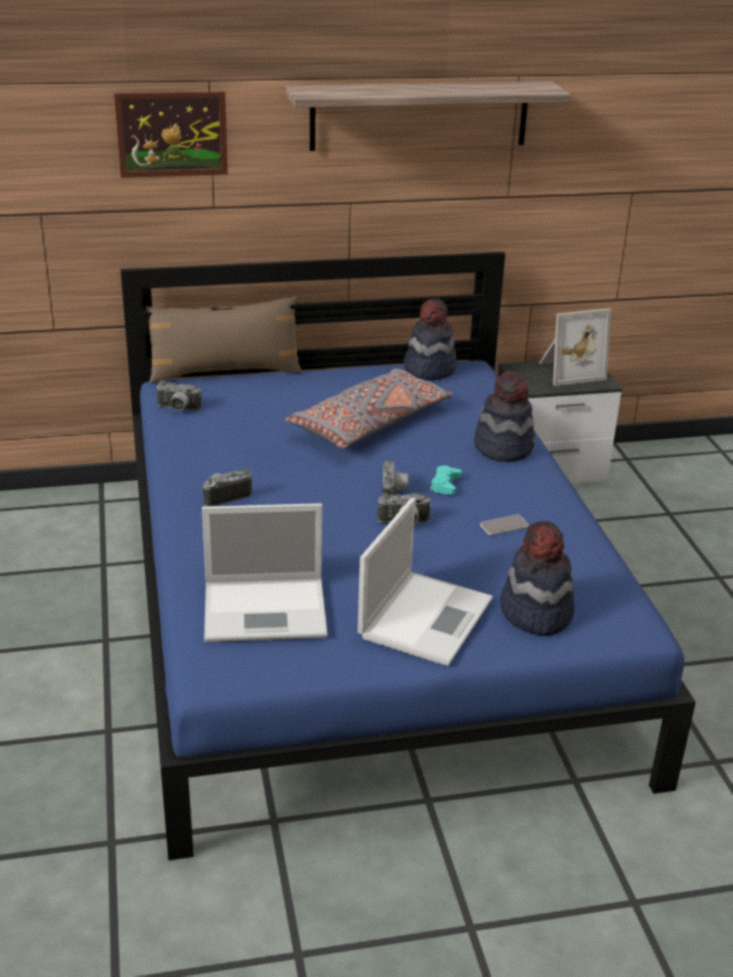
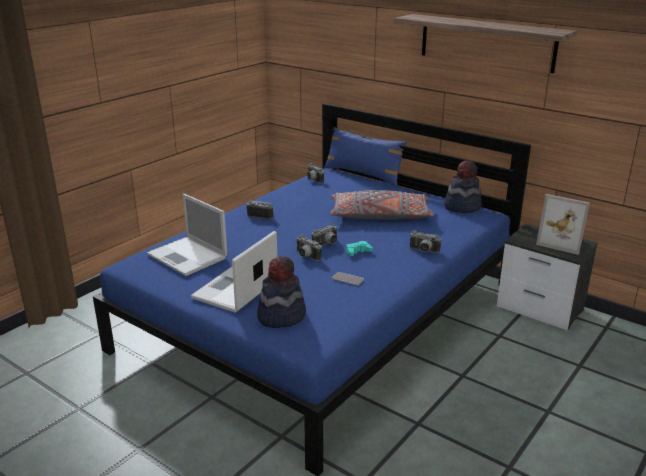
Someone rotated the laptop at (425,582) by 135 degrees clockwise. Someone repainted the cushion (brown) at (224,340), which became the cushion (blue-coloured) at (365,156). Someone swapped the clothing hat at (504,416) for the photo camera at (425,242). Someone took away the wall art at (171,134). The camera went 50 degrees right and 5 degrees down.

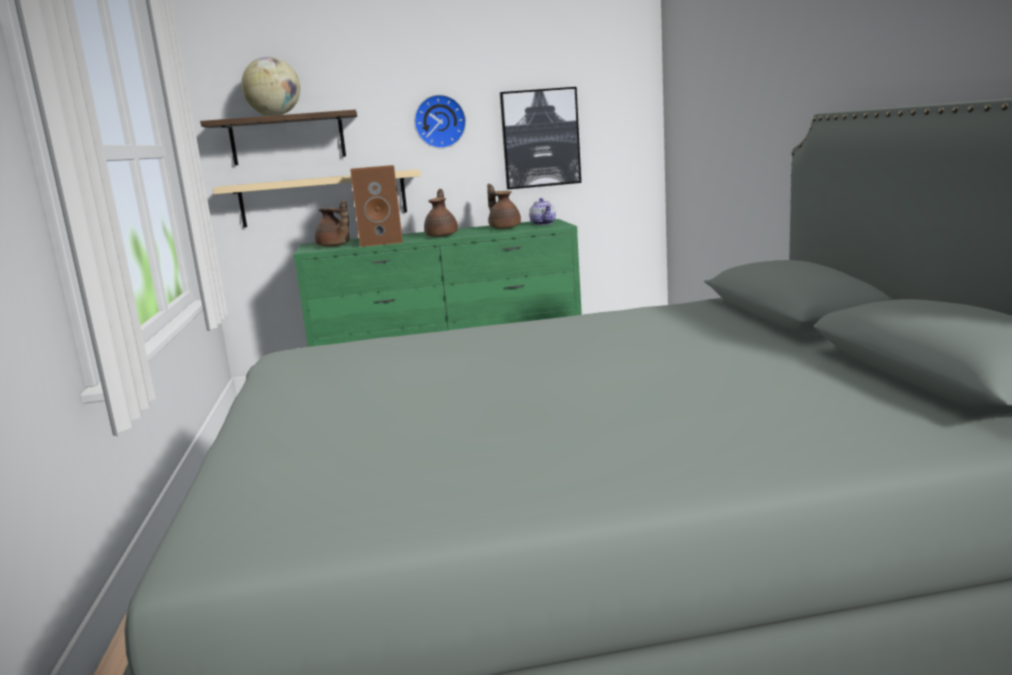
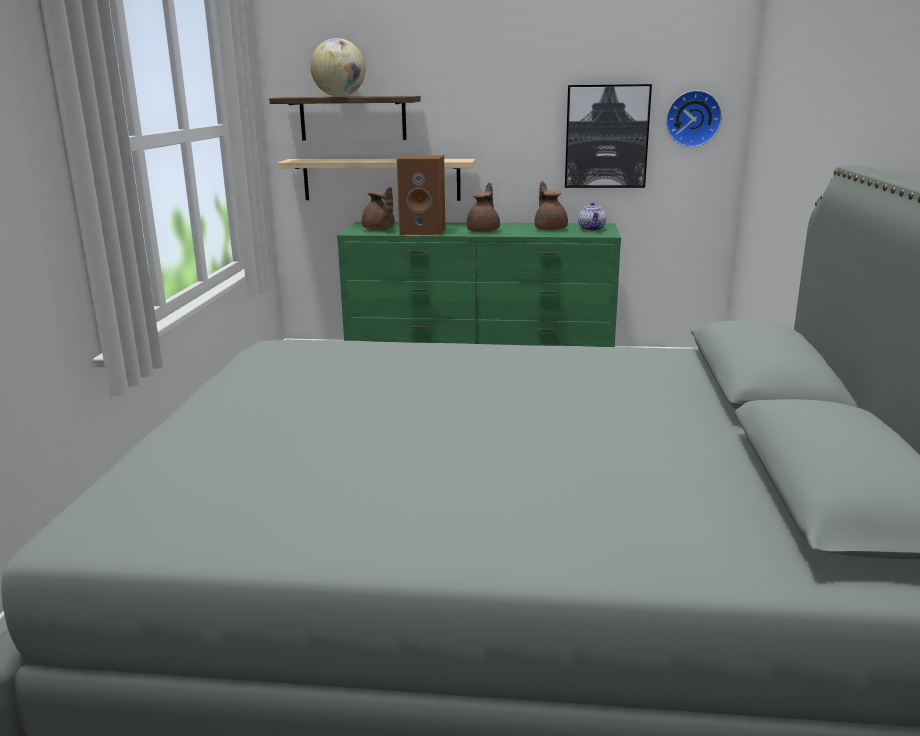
Someone carried the hanging clock from (440,121) to (694,118). The camera went 15 degrees right and 5 degrees up.

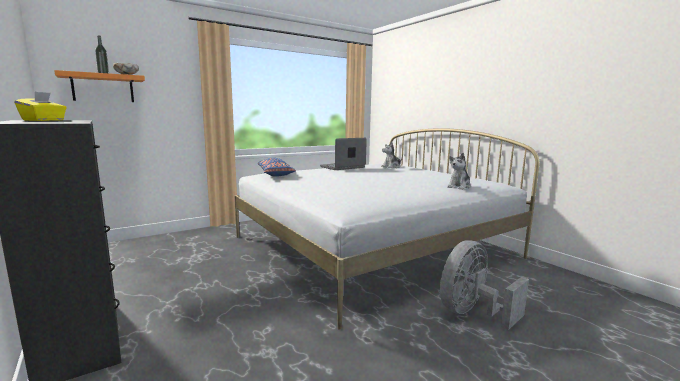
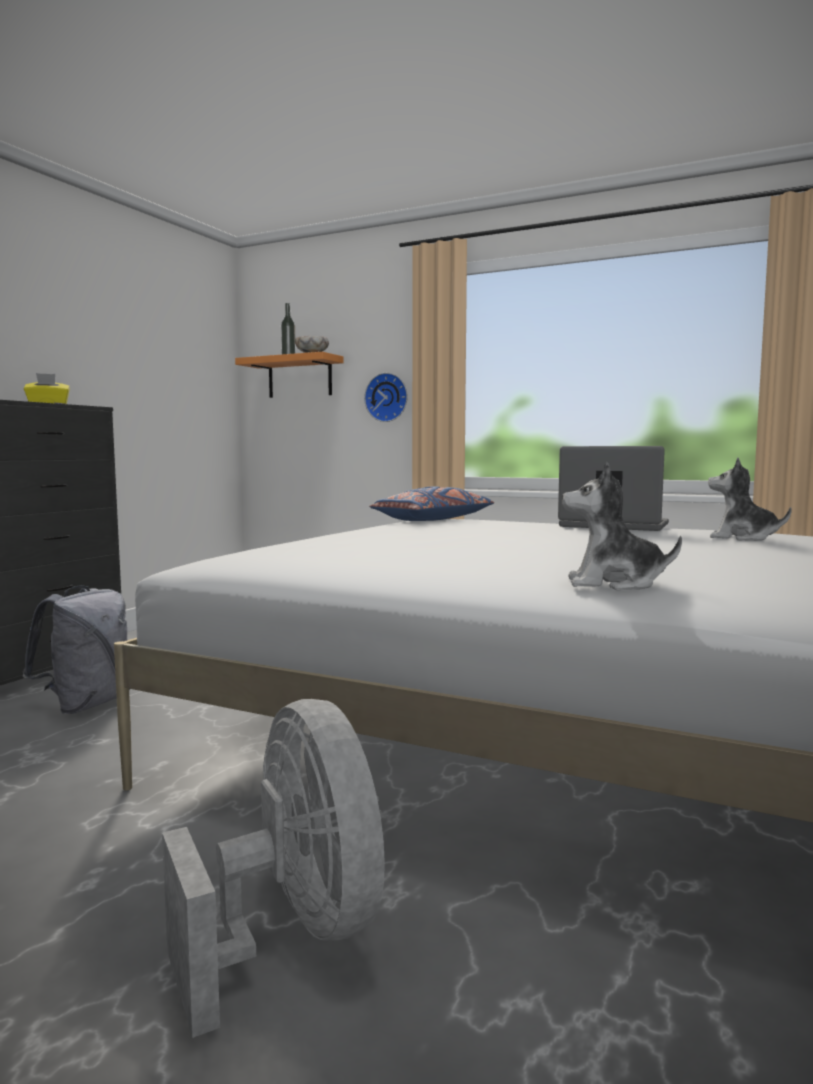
Someone put down the rucksack (greyish) at (76,649). Someone rotated the fan (greyish) at (484,285) by 45 degrees clockwise. Someone put up the hanging clock at (385,397). The camera went 60 degrees right and 5 degrees down.

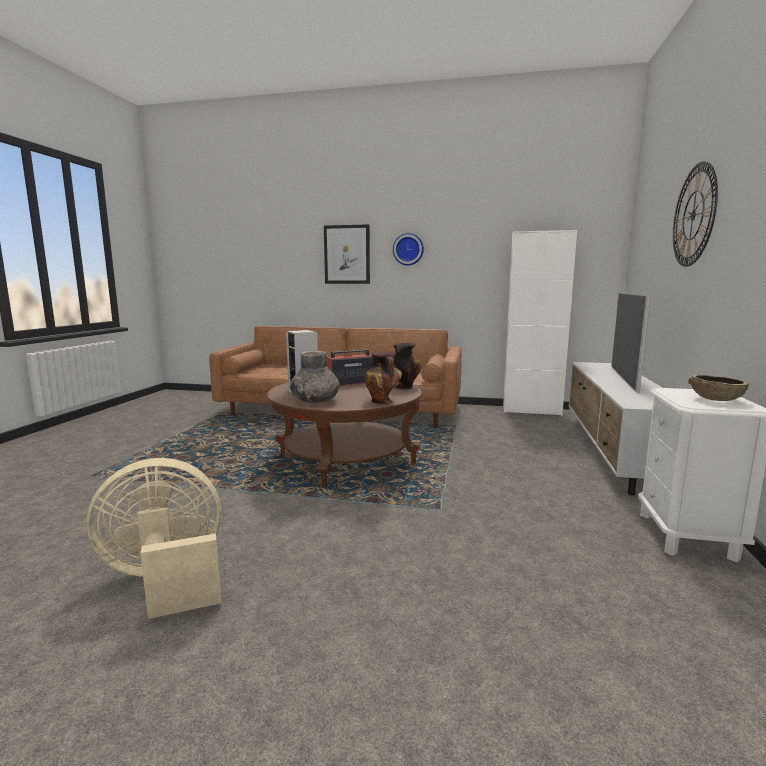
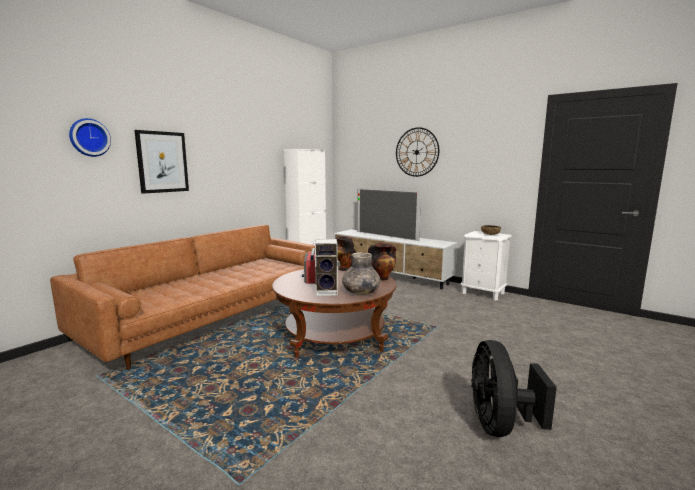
Someone carried the hanging clock from (408,249) to (90,137). Someone repainted the fan (beige) at (153,538), which became the fan (black-coloured) at (514,388). The camera went 65 degrees left and 0 degrees up.

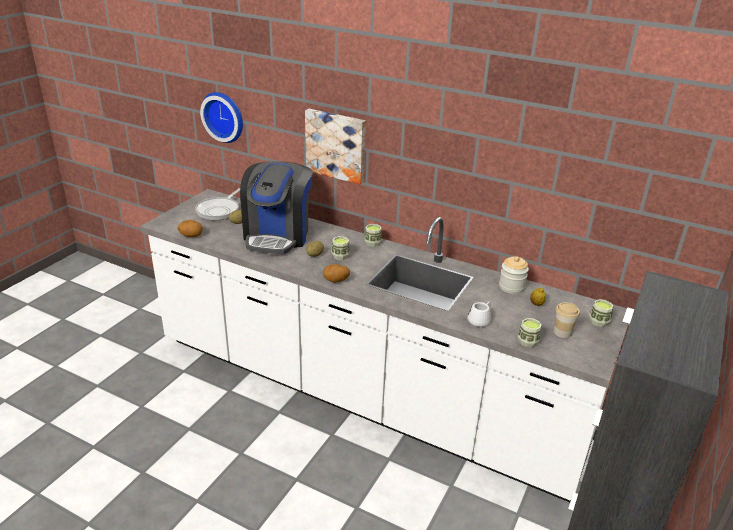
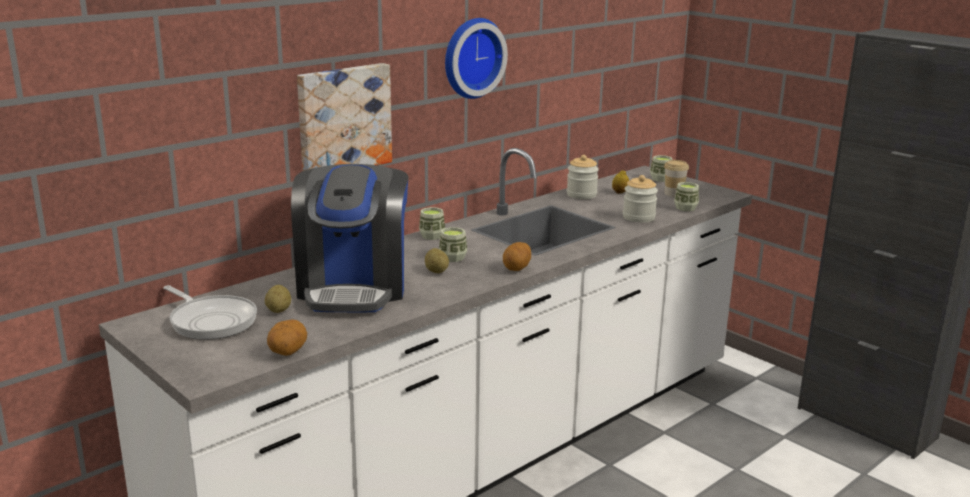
Someone rotated the coffee brewer at (276,207) by 60 degrees clockwise. Someone carried the hanging clock from (221,117) to (476,58). Someone swapped the tea mug (whitish) at (479,314) for the storage jar at (640,199). The camera went 70 degrees left and 10 degrees down.

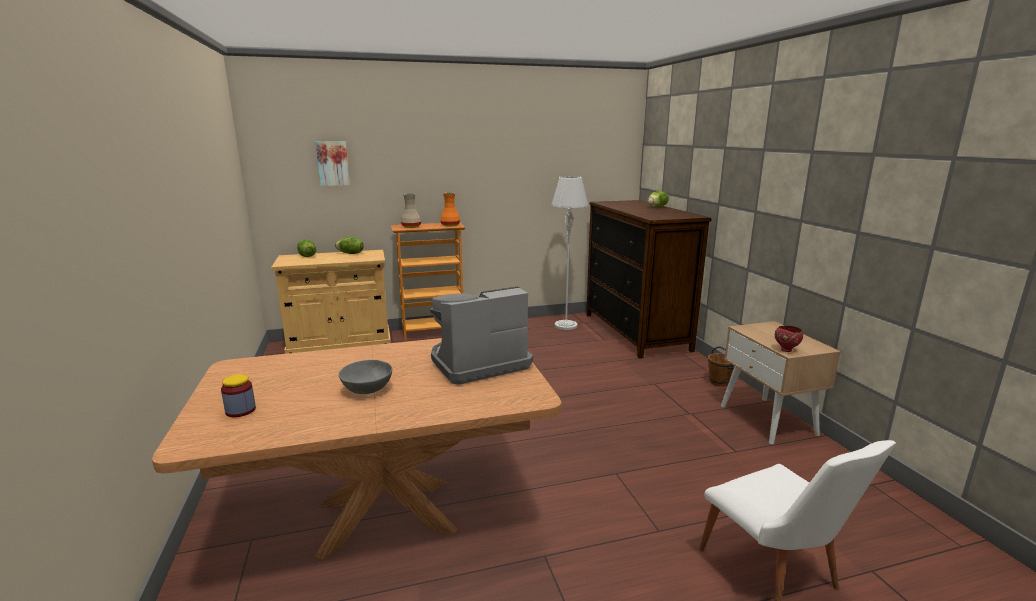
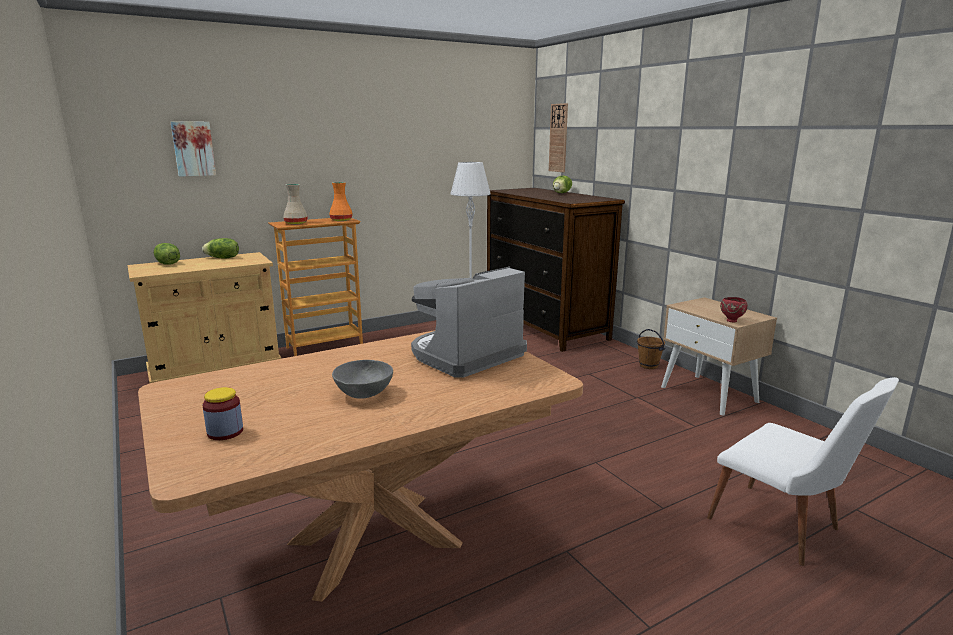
Someone put up the hanging clock at (558,137). The camera went 15 degrees left and 0 degrees up.

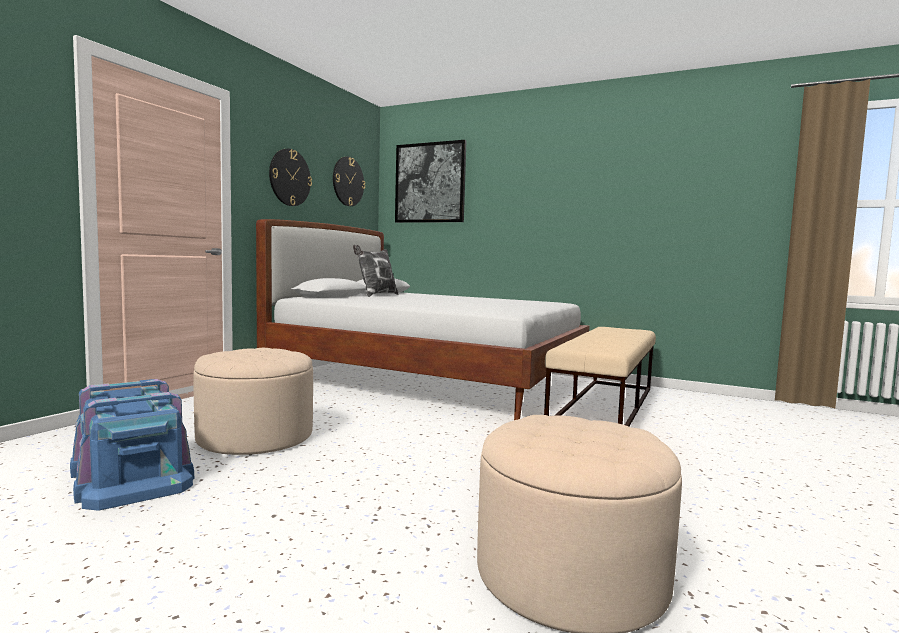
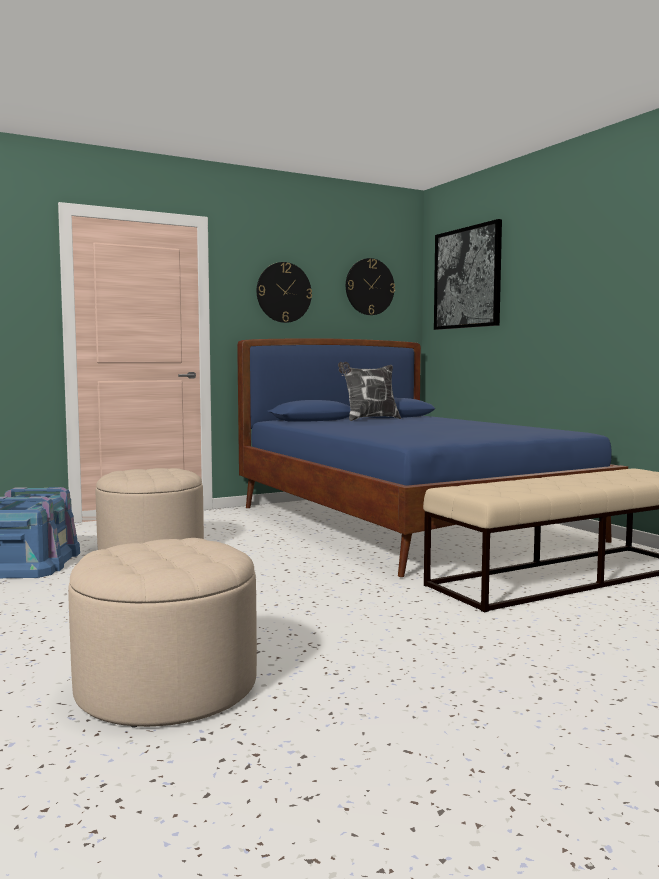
Someone repainted the sleeping bed (whitish) at (423,319), which became the sleeping bed (blue-coloured) at (432,457). The camera went 35 degrees right and 0 degrees up.

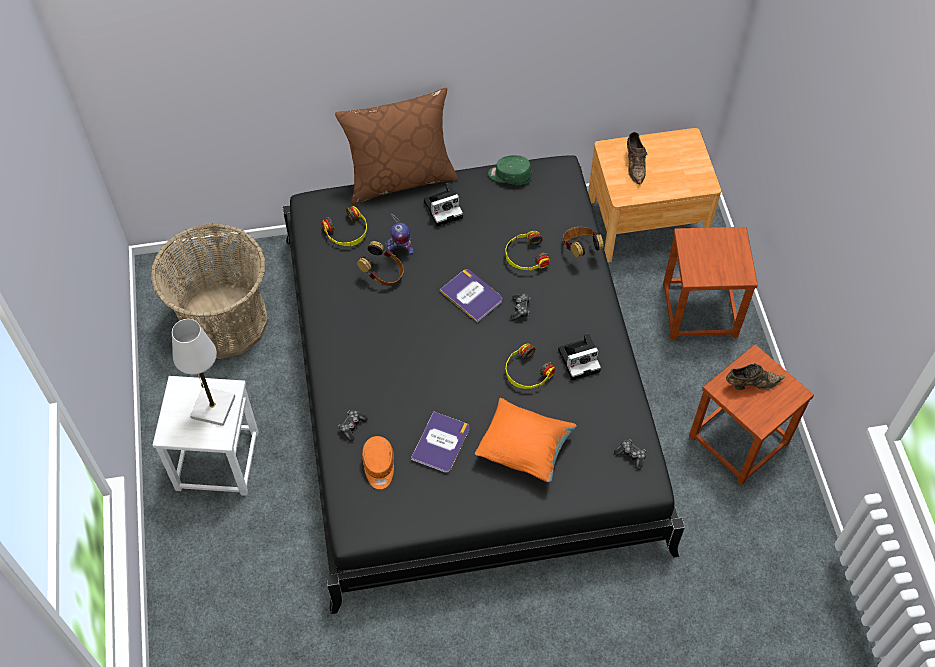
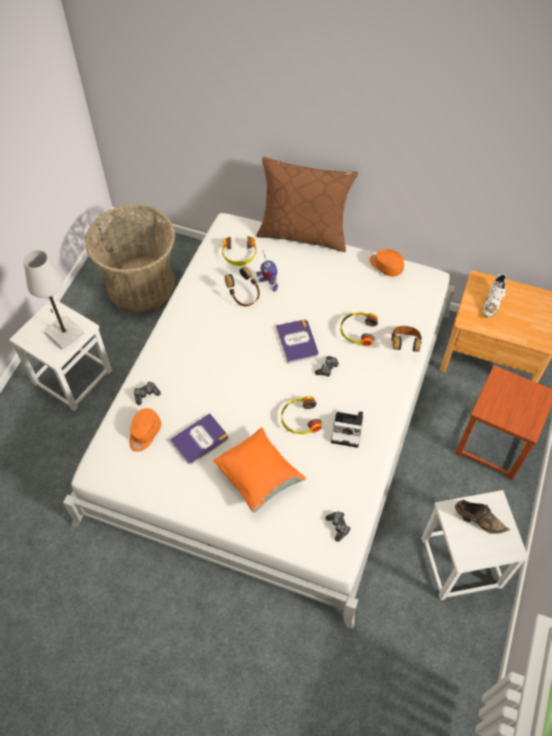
Someone repainted the sleeping bed (black-coloured) at (484,384), which became the sleeping bed (whitish) at (259,421). Someone repainted the peaked cap (green-coloured) at (510,170), which became the peaked cap (orangey) at (387,263). Someone repainted the sitting stool (brown) at (751,414), which became the sitting stool (whitish) at (475,545). Someone repainted the low shoe (brown) at (637,158), which became the low shoe (whitish) at (494,296). Someone took away the photo camera at (443,205). The camera went 30 degrees right and 0 degrees up.

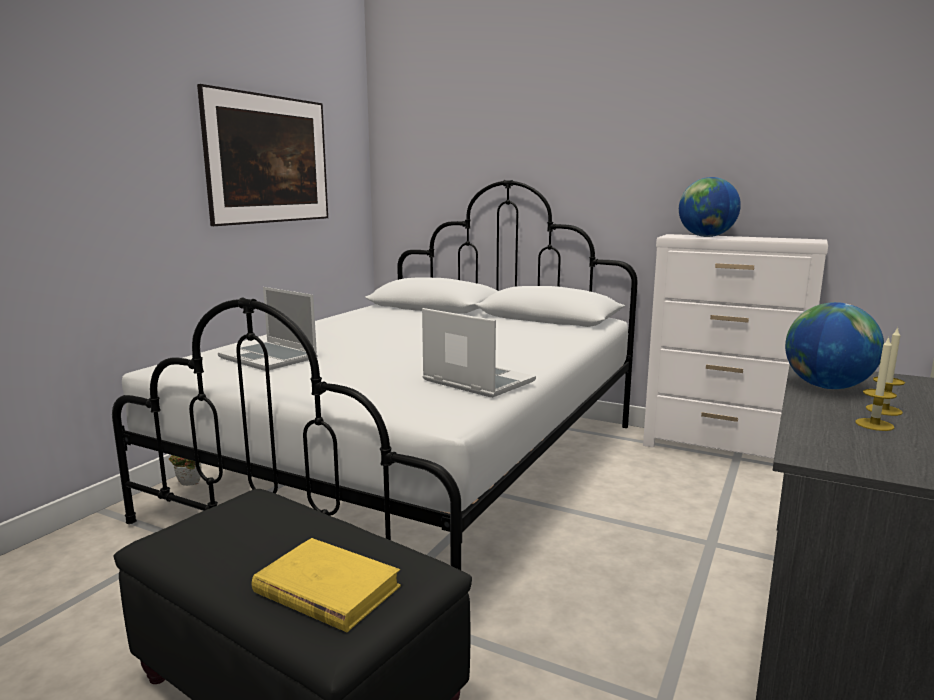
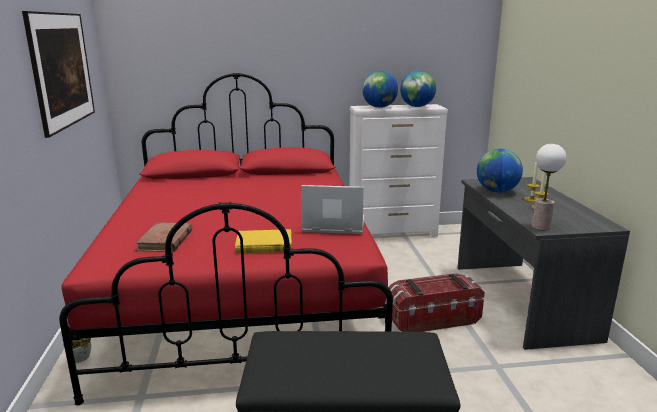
Someone repainted the sleeping bed (whitish) at (375,375), which became the sleeping bed (reddish) at (226,239). Someone swapped the laptop at (268,329) for the book (brown) at (164,237). Someone carried the book (yellowish) from (326,585) to (263,241). Someone put down the storage box at (437,302). Someone put down the world globe at (418,89). Someone put down the lamp for a table at (549,187). The camera went 35 degrees left and 5 degrees up.

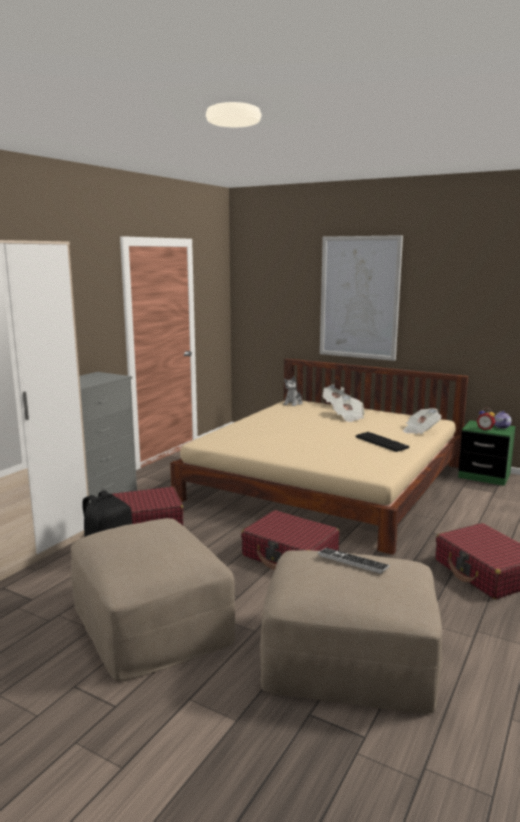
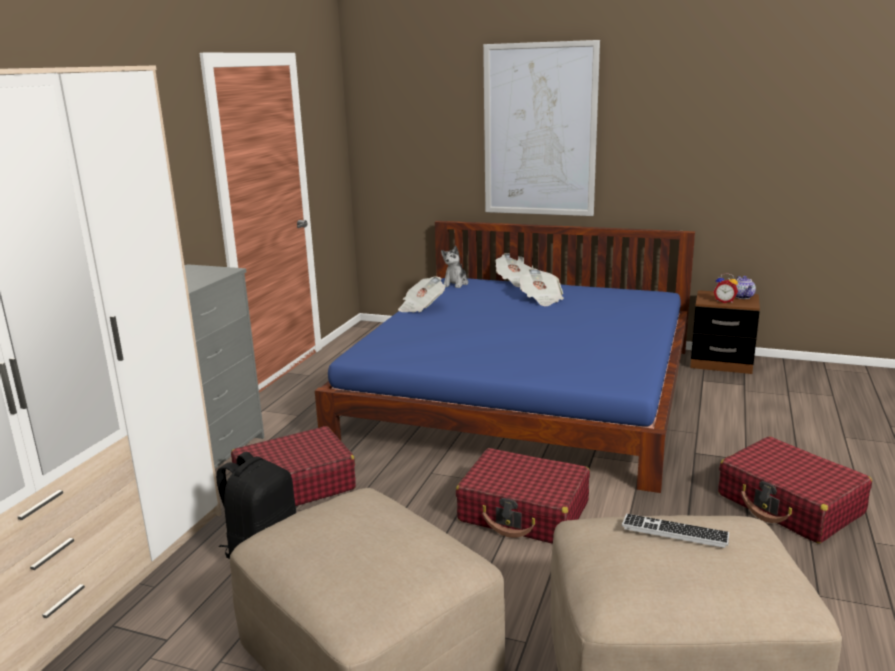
Someone repainted the sleeping bed (beige) at (319,456), which became the sleeping bed (blue-coloured) at (505,357). Someone carried the printed paper from (422,421) to (421,294). Someone repainted the night table (green-coloured) at (487,453), which became the night table (brown) at (725,332). Someone took away the computer keyboard at (382,442). The camera went 10 degrees left and 5 degrees up.

